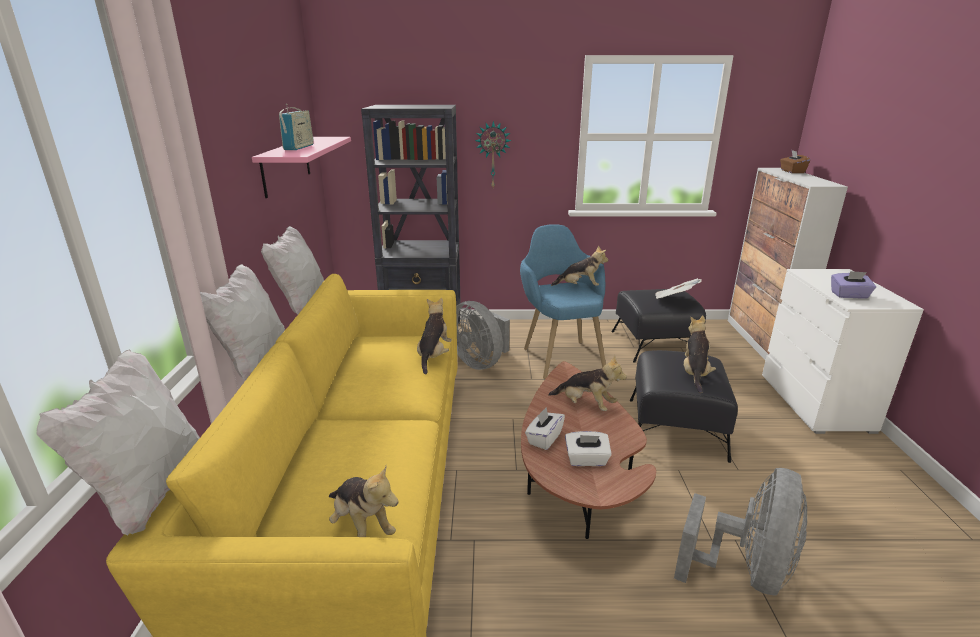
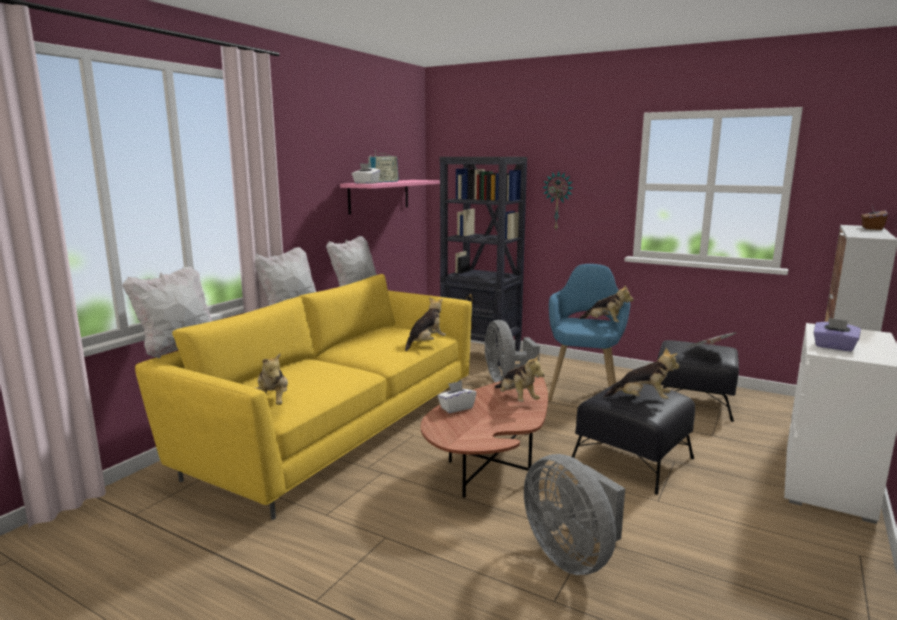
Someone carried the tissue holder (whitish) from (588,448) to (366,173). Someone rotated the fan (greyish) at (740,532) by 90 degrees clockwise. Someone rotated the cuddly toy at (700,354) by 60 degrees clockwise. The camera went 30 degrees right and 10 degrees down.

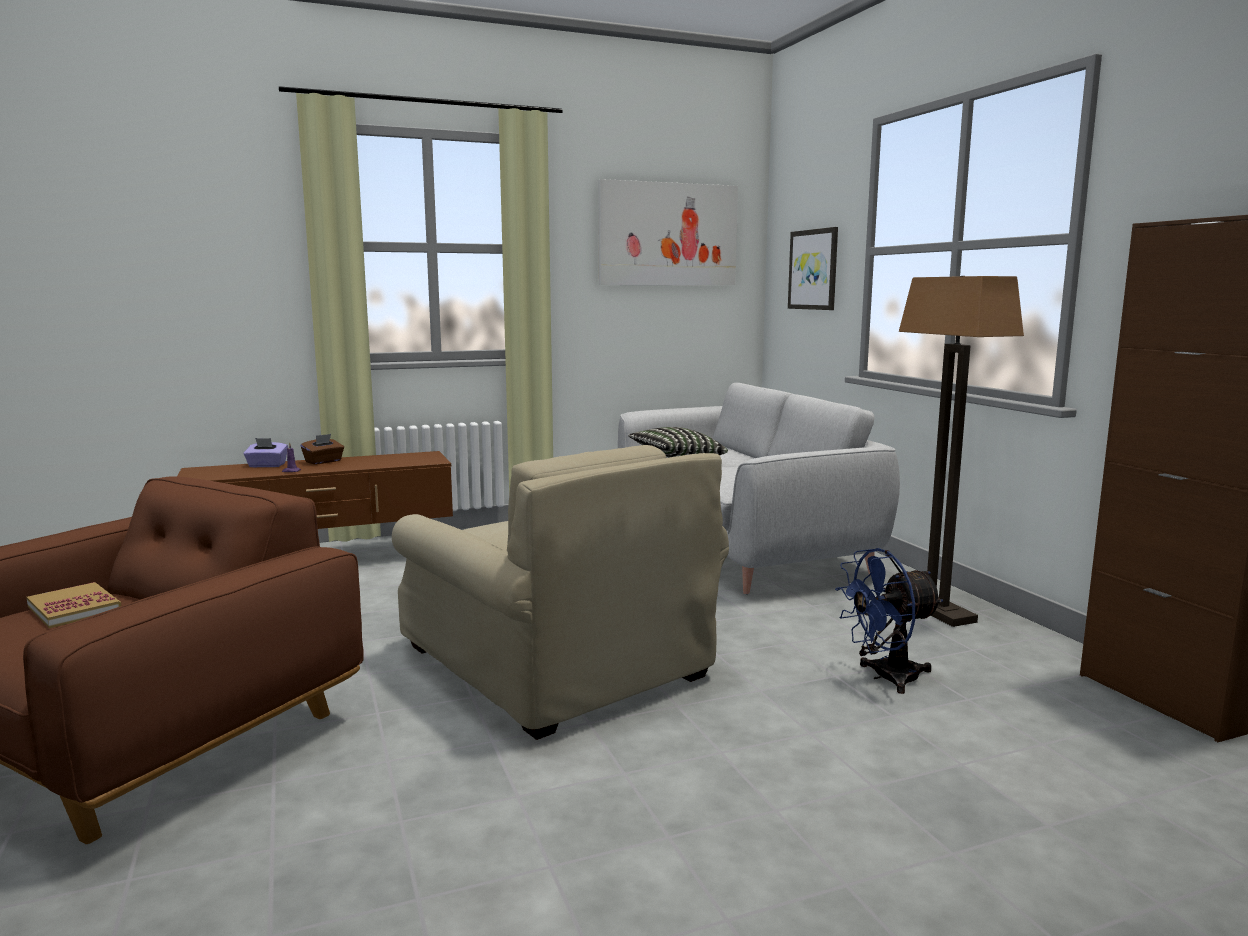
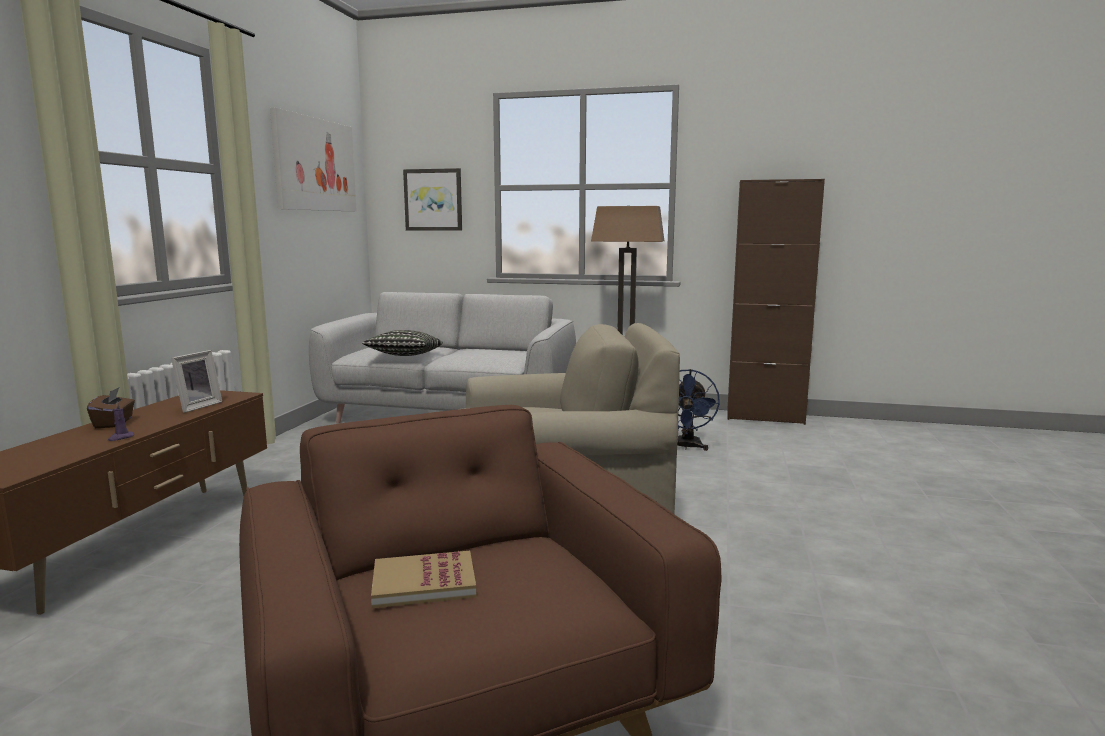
Someone put down the picture frame at (196,381). Someone took away the tissue holder (purple) at (265,452). The camera went 55 degrees left and 0 degrees up.

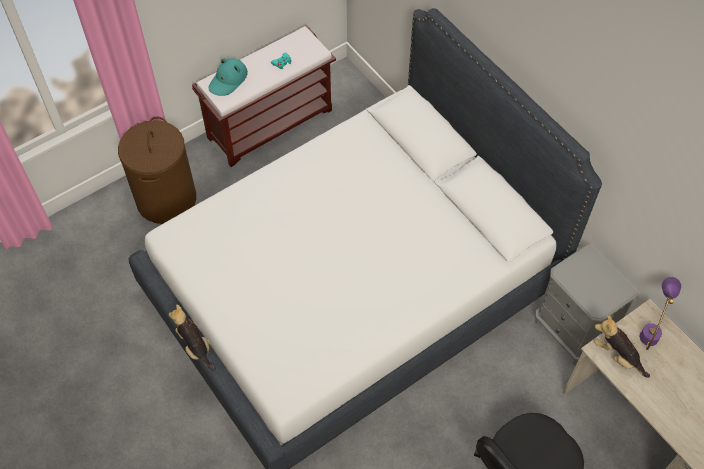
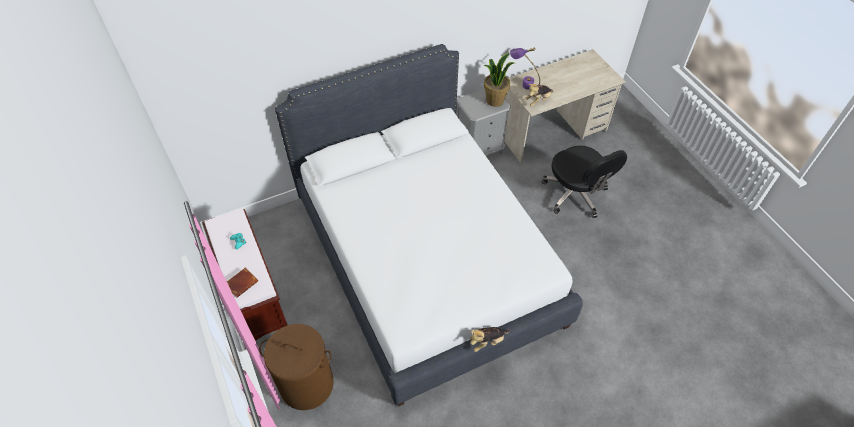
Someone swapped the clothing hat (turquoise) at (228,77) for the book (brown) at (242,282). Someone put down the potted plant at (498,80). The camera went 80 degrees left and 5 degrees down.

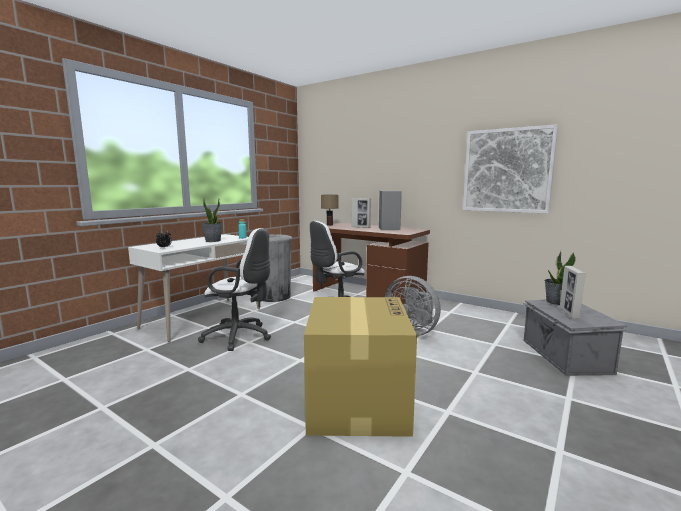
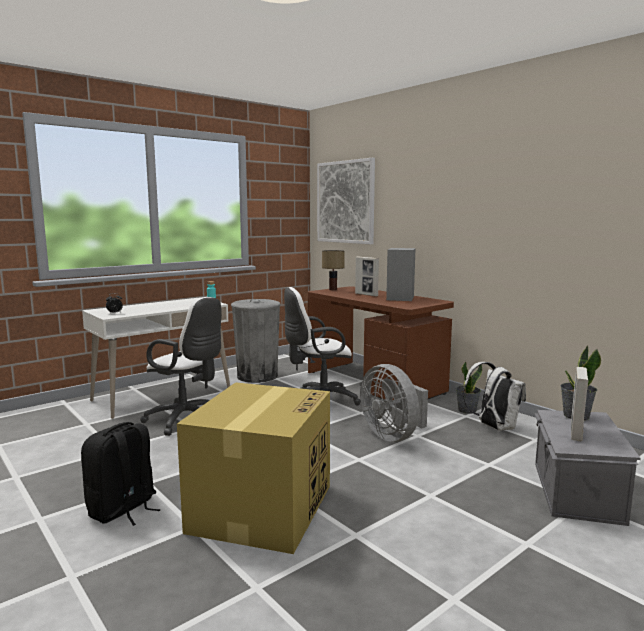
Someone put down the rucksack (black-coloured) at (121,474). Someone carried the wall art from (510,169) to (346,201). Someone carried the potted plant from (211,220) to (469,387). Someone put down the rucksack (whitish) at (494,396). The camera went 15 degrees right and 0 degrees up.

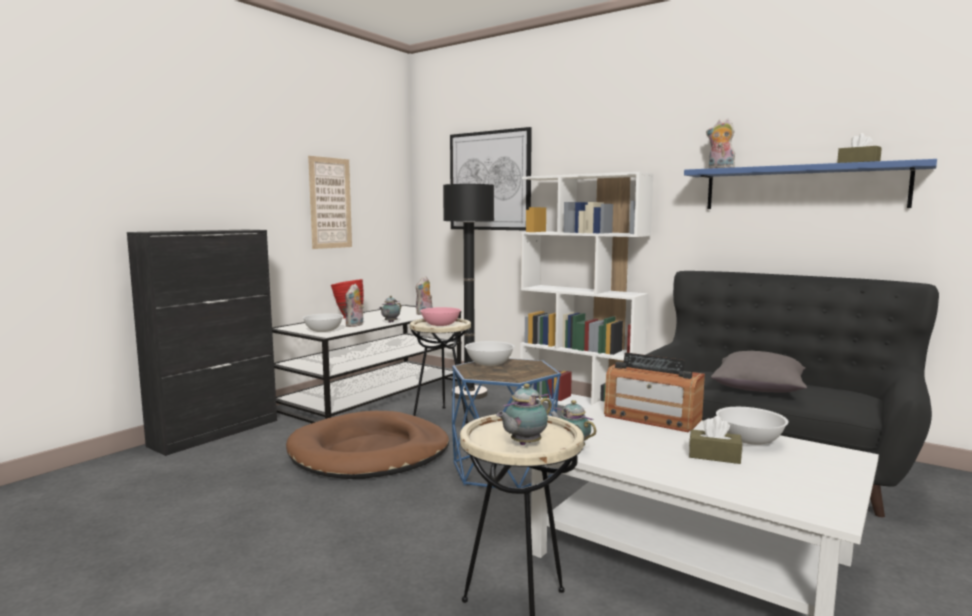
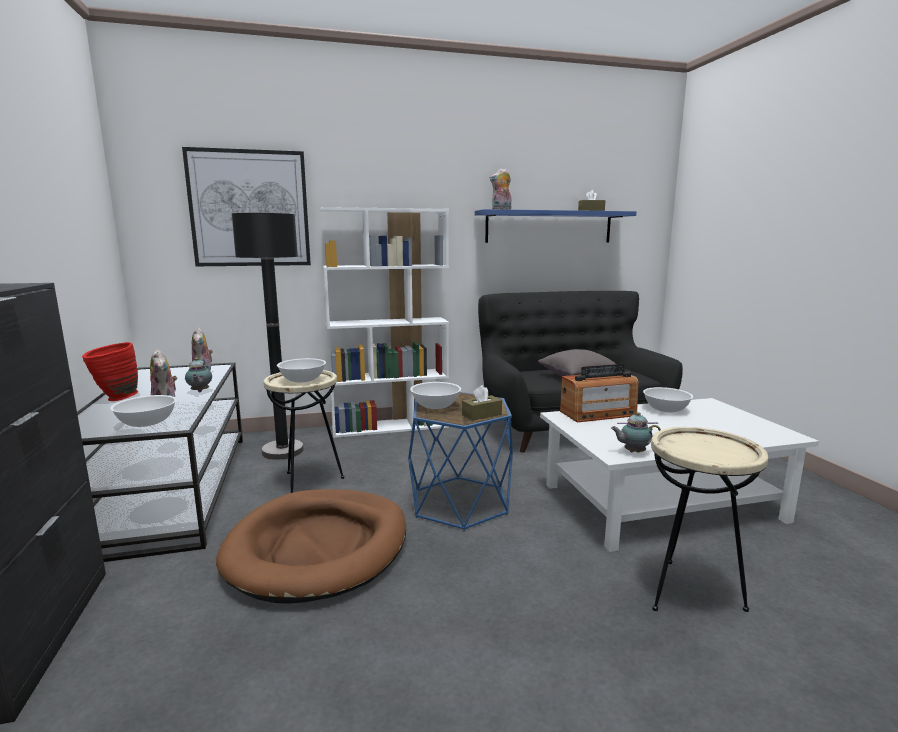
Someone repainted the bowl (pinkish) at (440,316), which became the bowl (whitish) at (301,370). Someone carried the tissue holder (brown) from (715,440) to (482,403). Someone took away the wall art at (330,202). Someone took away the teapot at (524,414). The camera went 50 degrees left and 5 degrees up.

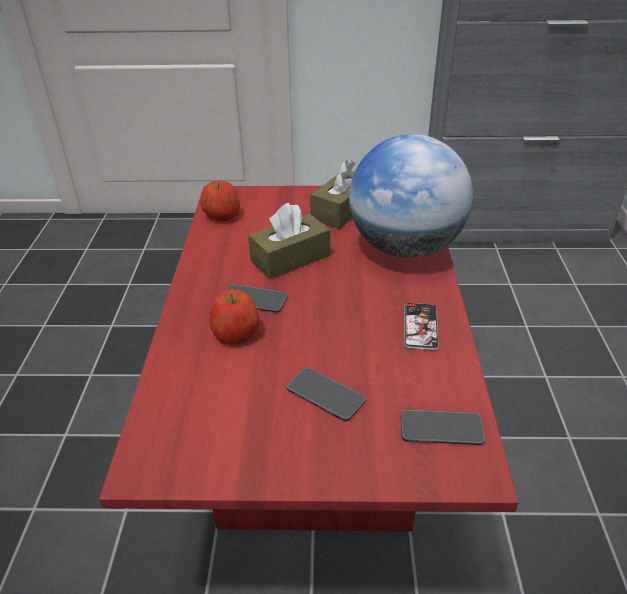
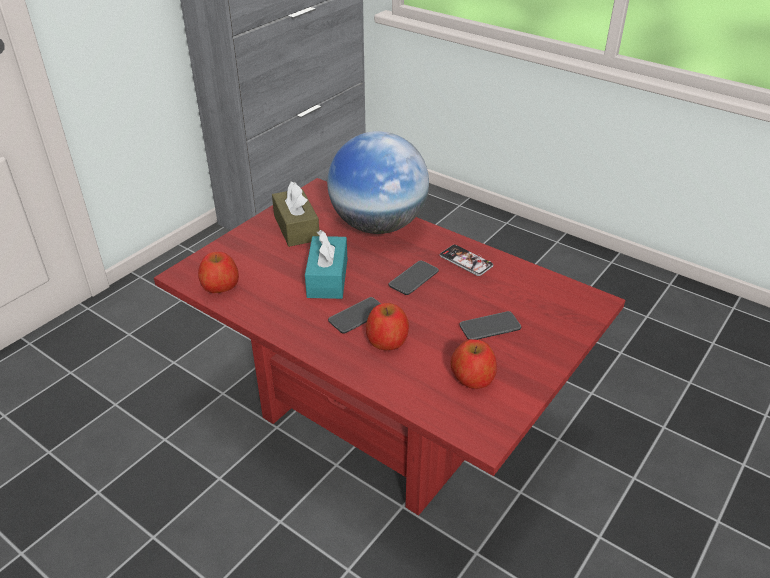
Someone repainted the tissue holder (brown) at (289,241), which became the tissue holder (turquoise) at (326,264). Someone carried the phone from (443,427) to (413,277). Someone put down the apple fruit at (473,364). The camera went 55 degrees left and 0 degrees up.

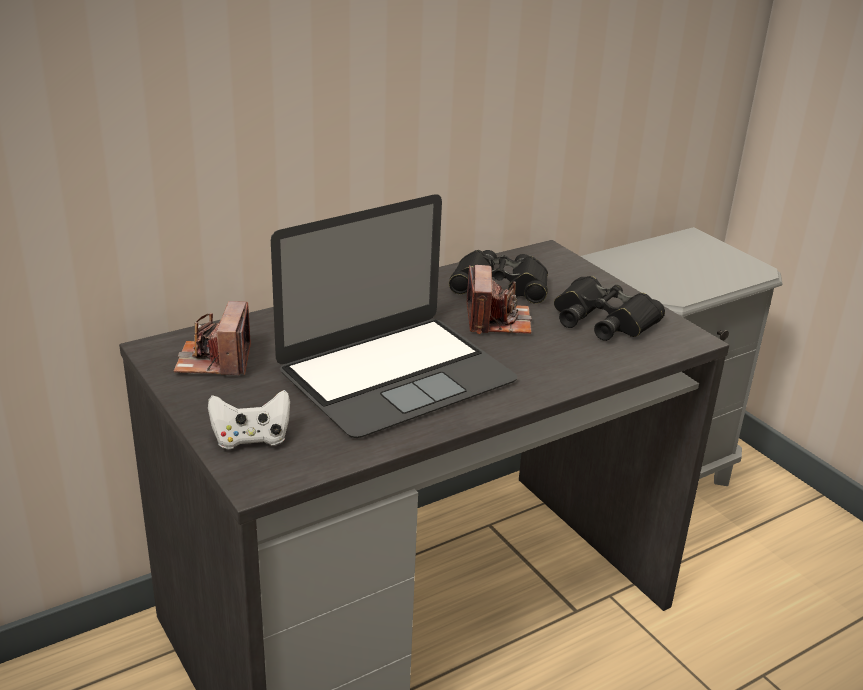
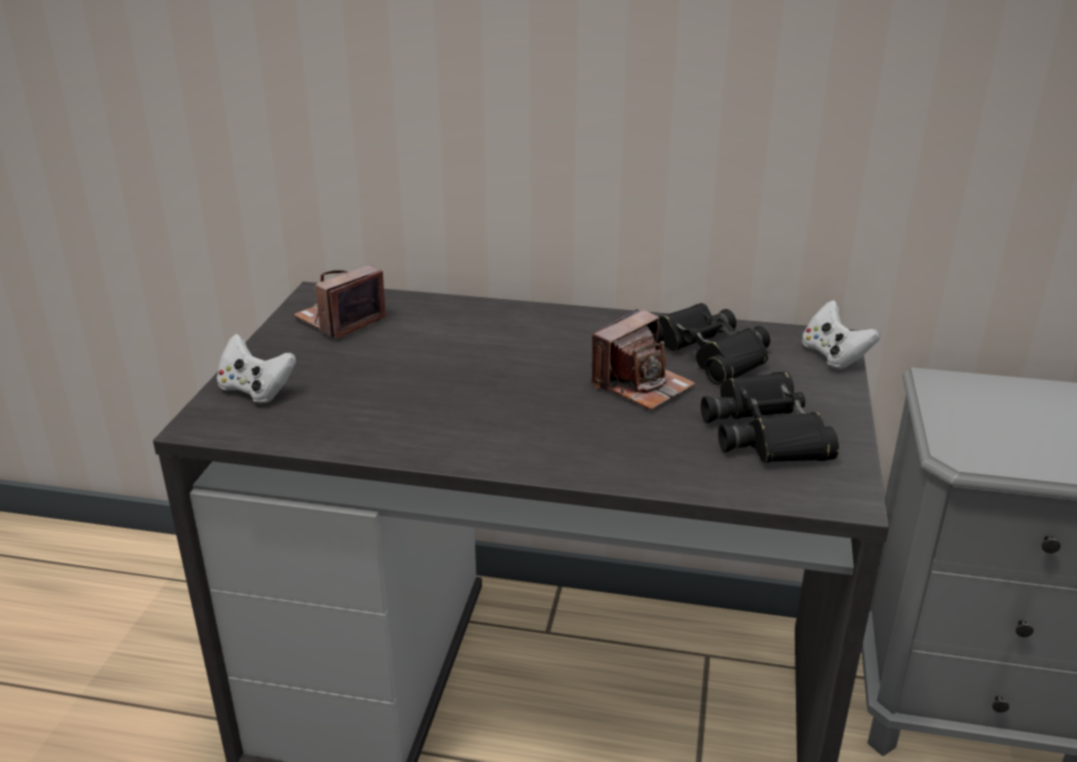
Someone put down the gamepad (whitish) at (841,334). Someone took away the laptop at (394,316). The camera went 45 degrees right and 0 degrees up.

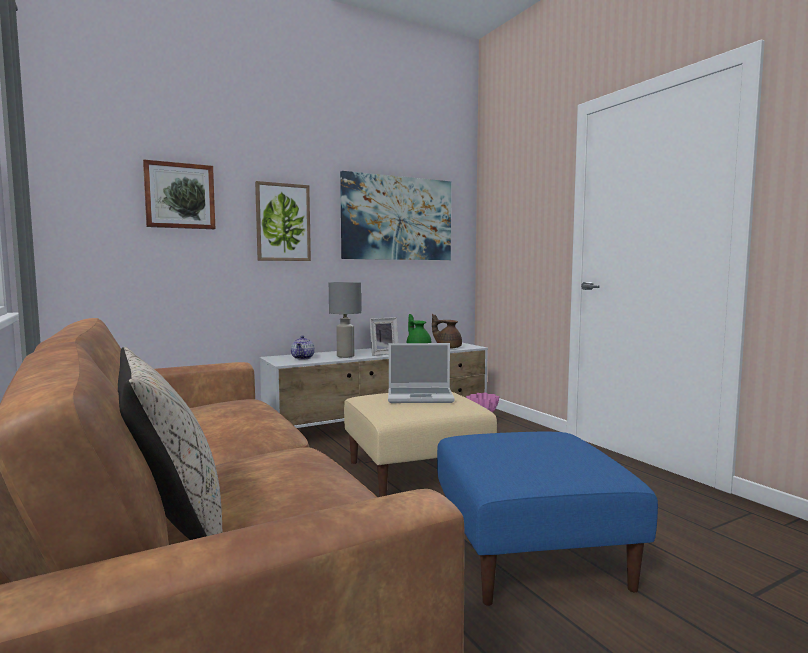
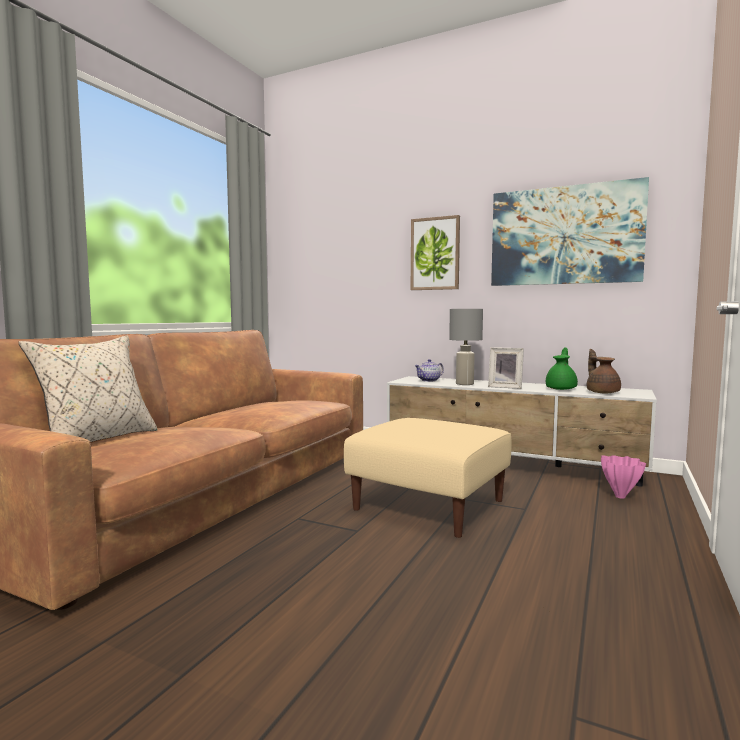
Someone took away the wall art at (179,194). Someone took away the laptop at (421,373). Someone took away the footrest (blue-coloured) at (547,519). The camera went 55 degrees right and 0 degrees up.

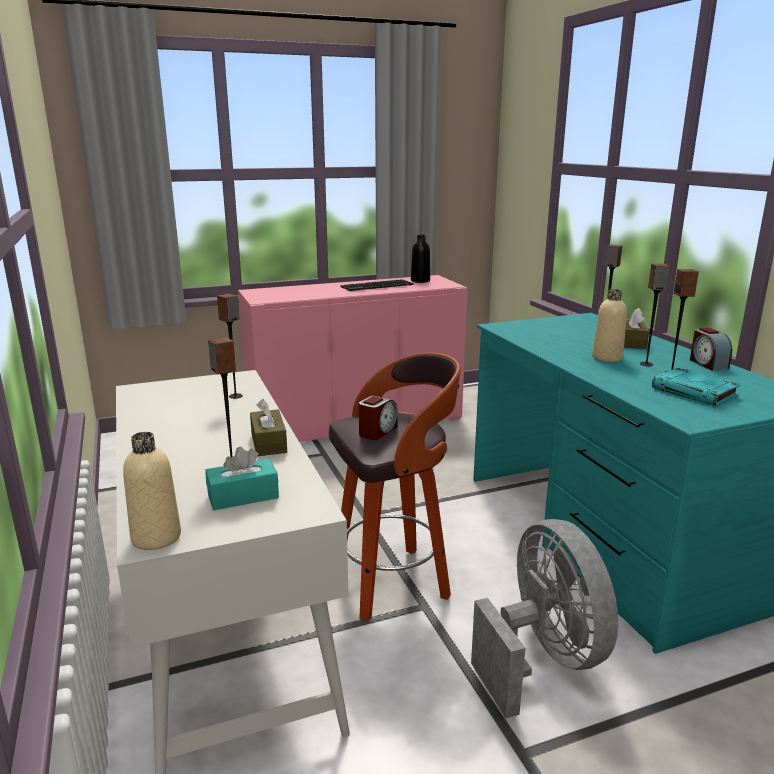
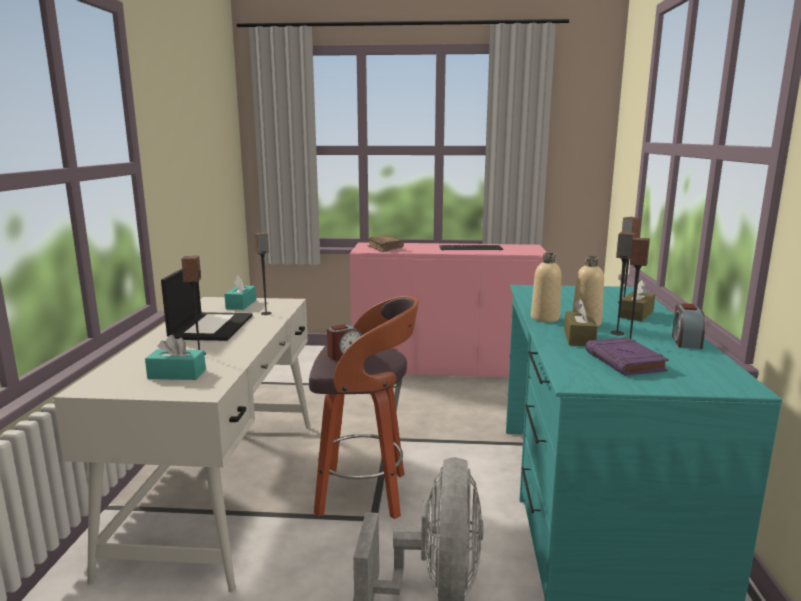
Someone put down the laptop at (207,305). Someone put down the tissue holder (turquoise) at (240,293). Someone put down the book (brown) at (385,243). Someone carried the drink bottle (beige) from (152,491) to (546,287). Someone carried the tissue holder (brown) from (268,427) to (580,322). Someone repainted the book (turquoise) at (696,387), which became the book (purple) at (627,356). Someone took away the drink bottle (black-coloured) at (420,259). The camera went 25 degrees right and 5 degrees down.

